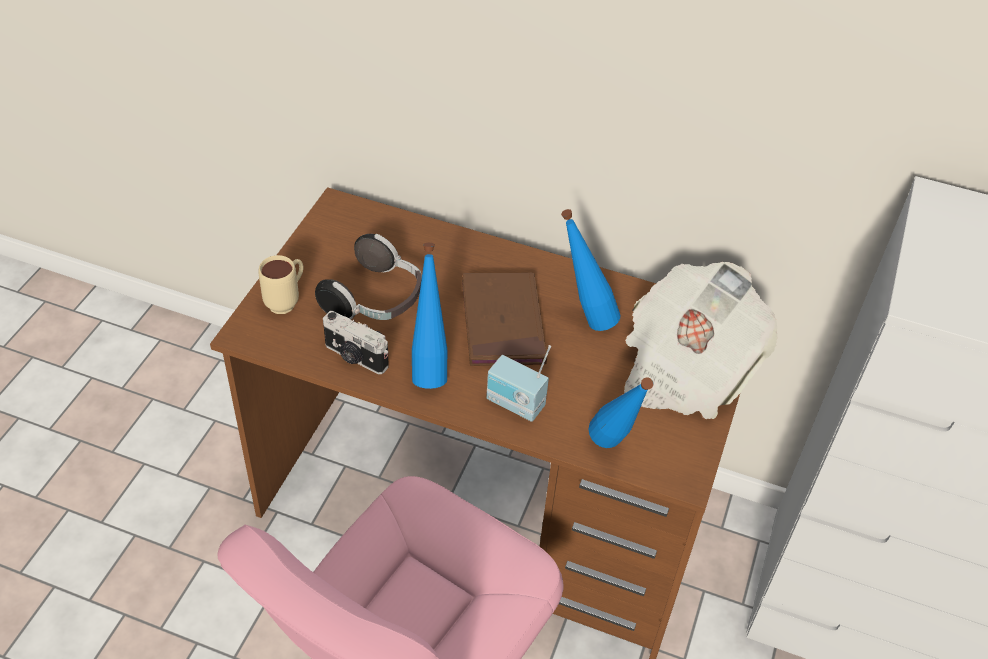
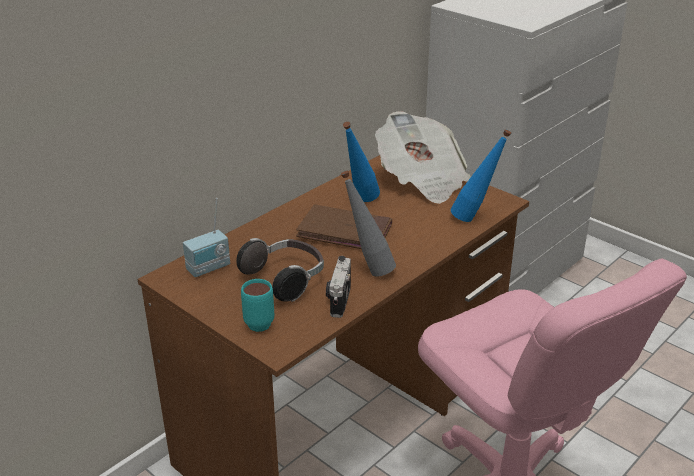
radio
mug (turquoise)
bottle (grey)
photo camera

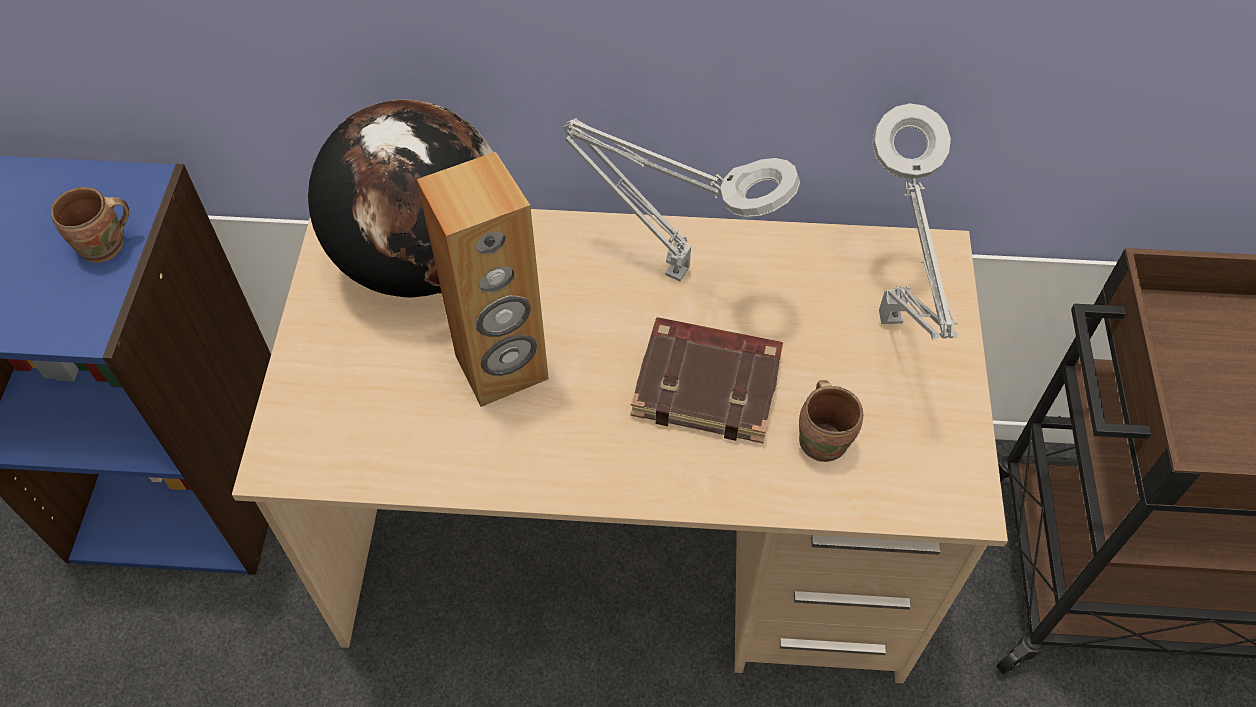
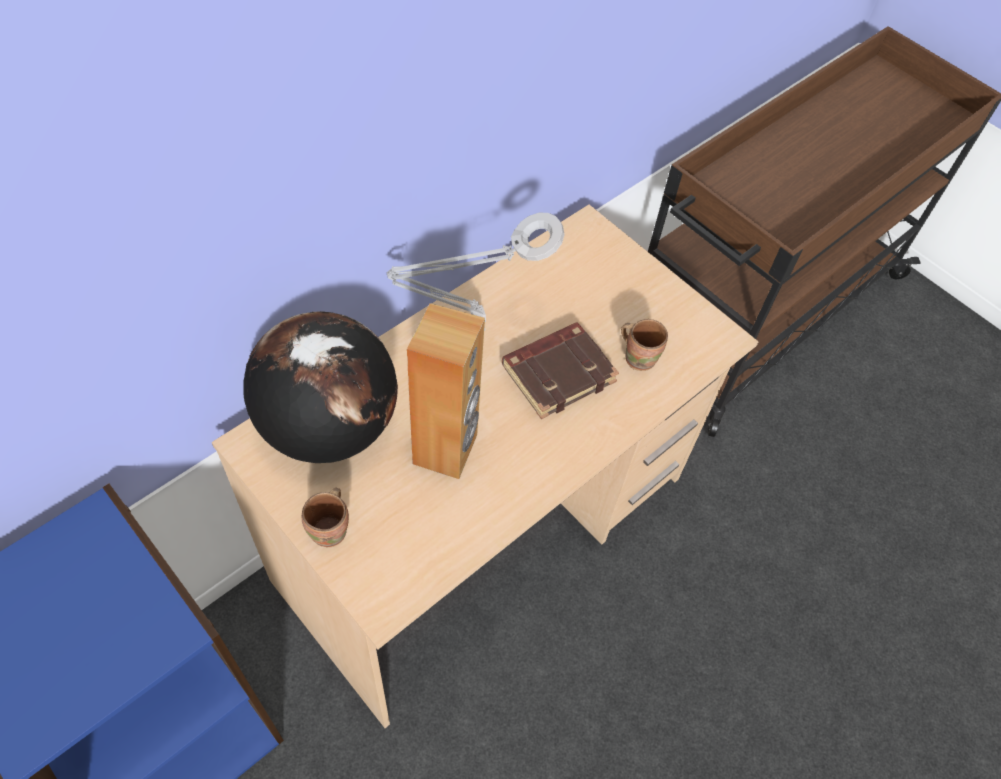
table lamp (grey) (2nd from left in the first image)
mug (brown) (1st from left)

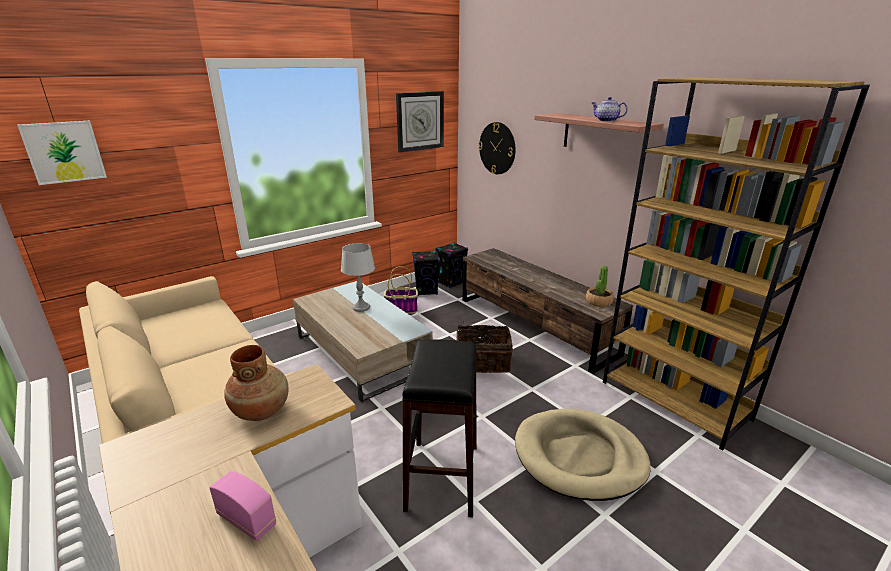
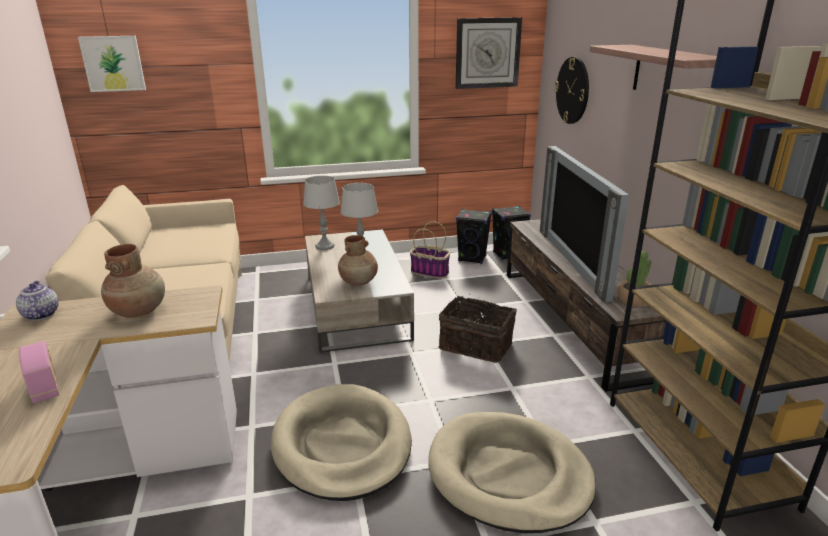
table lamp (grey) (1st from left)
vase (brown) (2nd from left)
television
teapot
dog bed (beige) (1st from left)

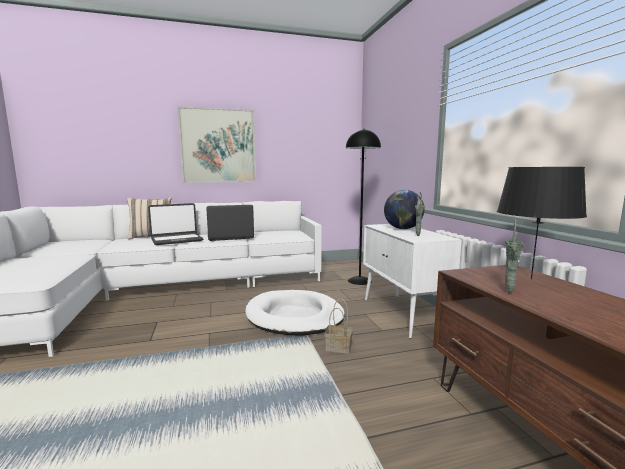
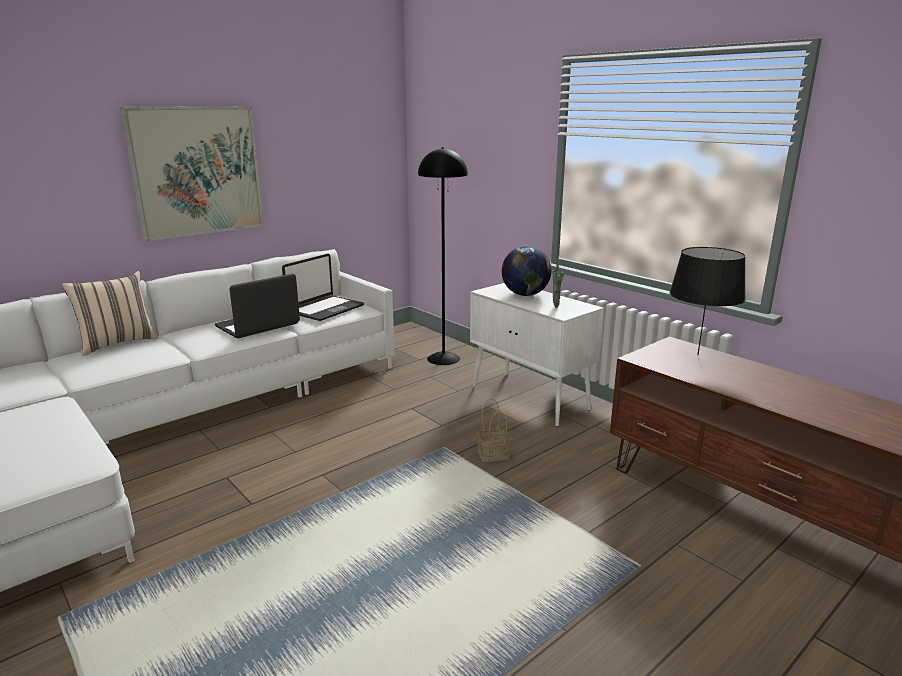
dog bed (white)
vase (green) (2nd from left in the first image)
laptop (2nd from left)

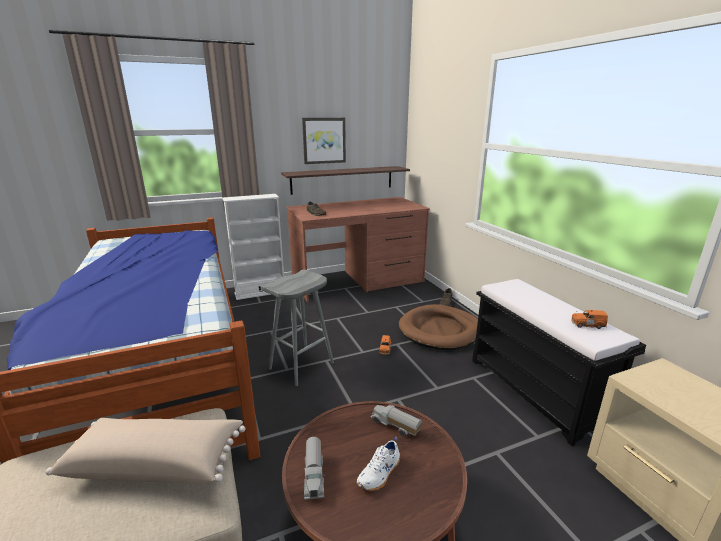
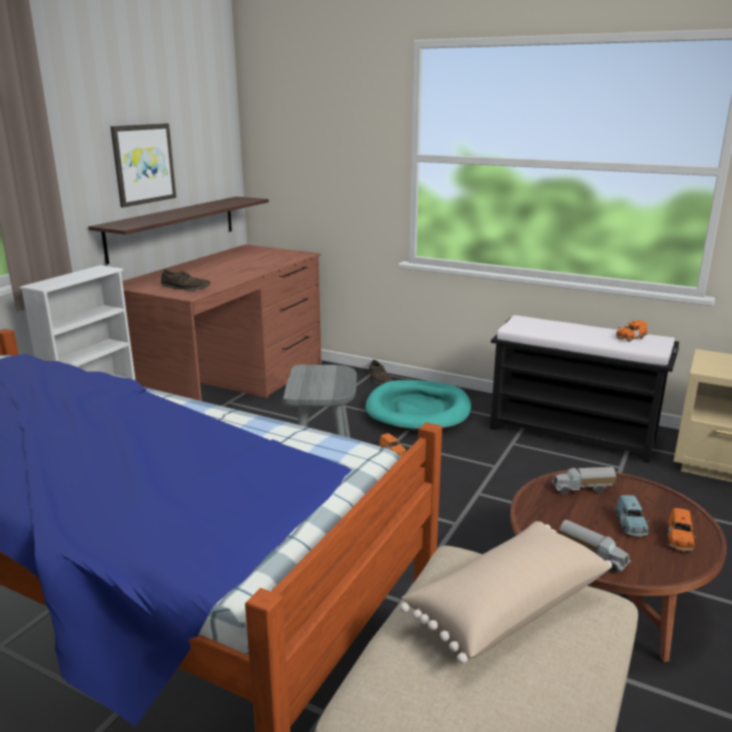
toy car (orange) (3rd from left)
toy car (blue)
dog bed (turquoise)

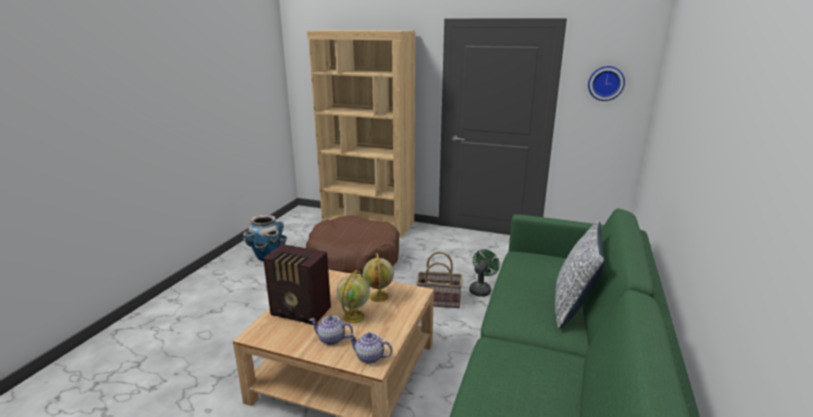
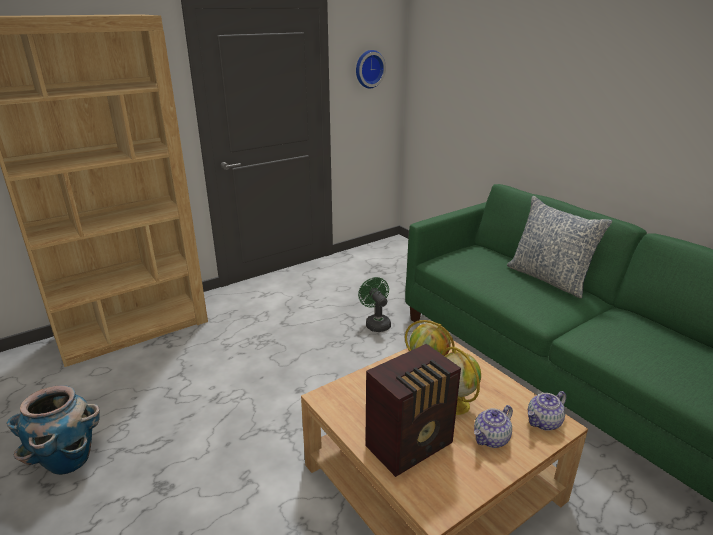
dog bed (brown)
basket

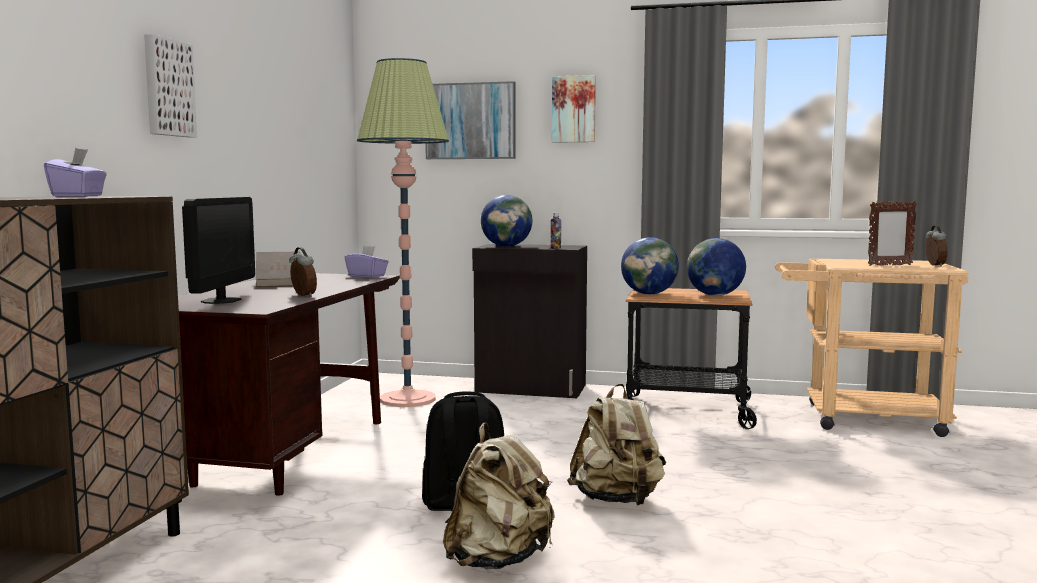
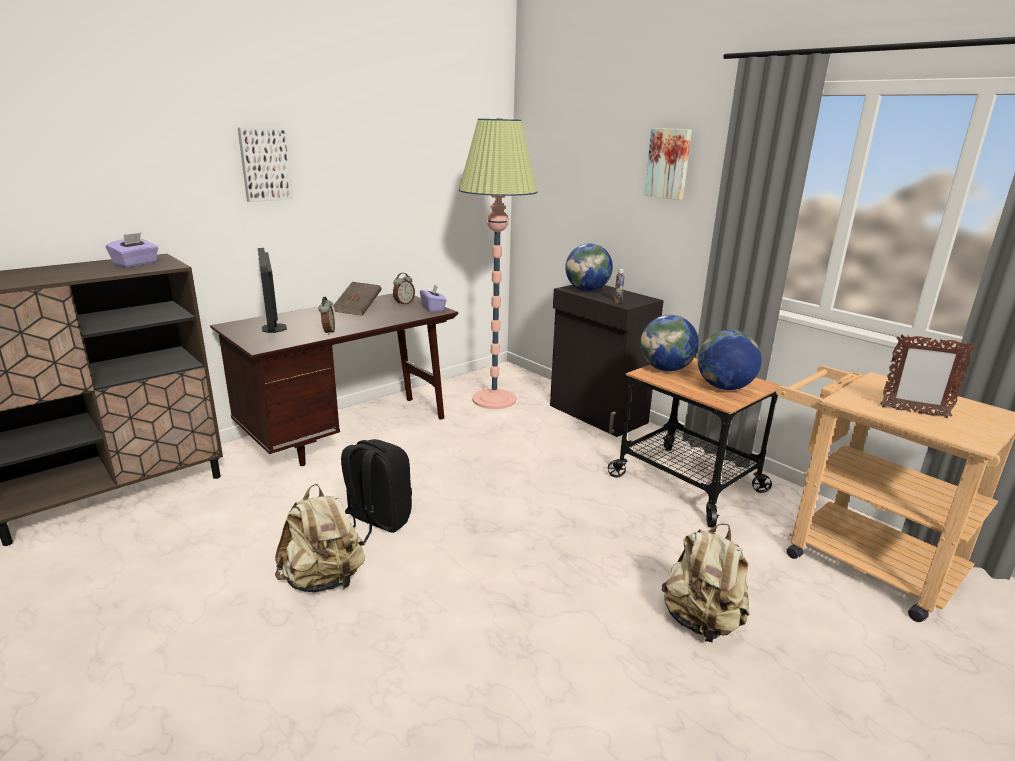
picture (2nd from left in the first image)
backpack (beige) (2nd from left)
alarm clock (2nd from left)
monitor

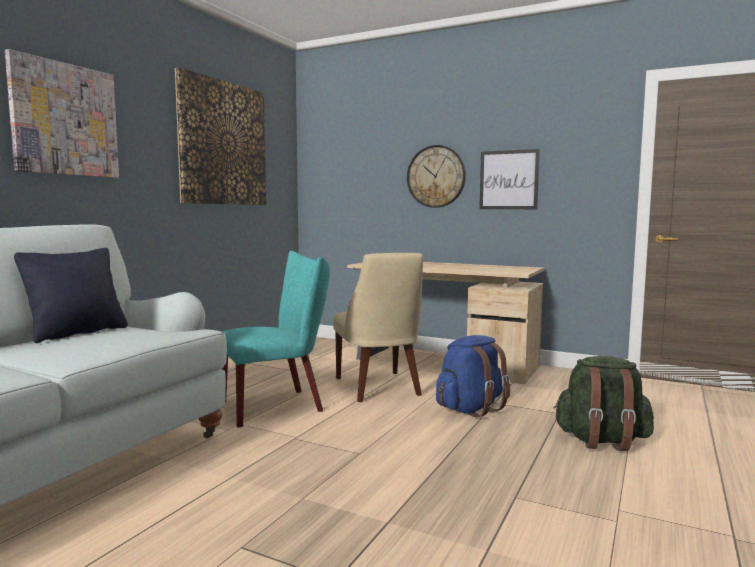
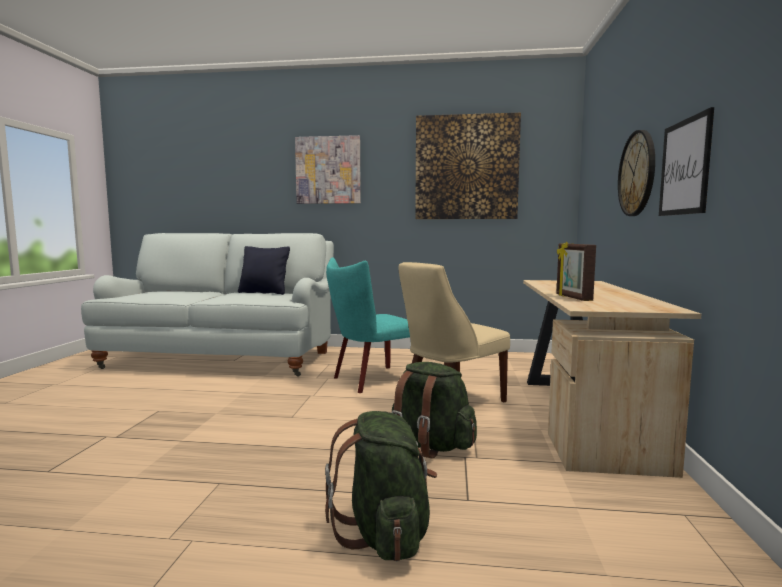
picture frame
backpack (green) (2nd from left)
chair (turquoise)

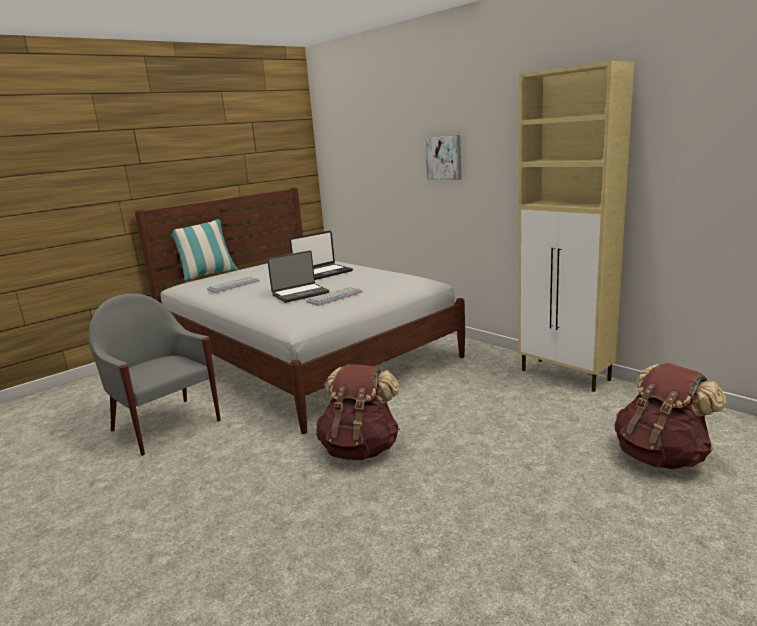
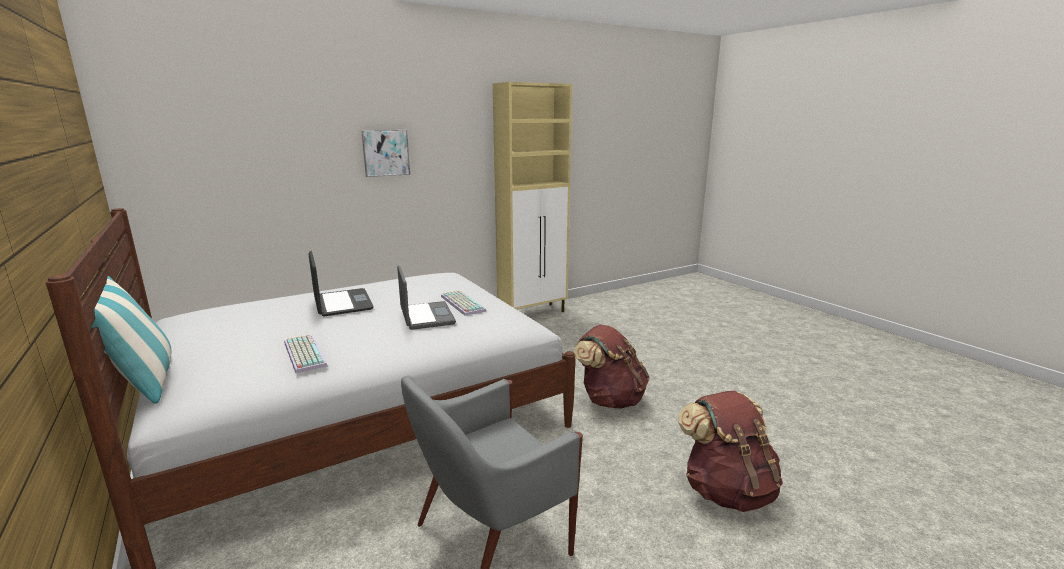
backpack (brown) (2nd from left)

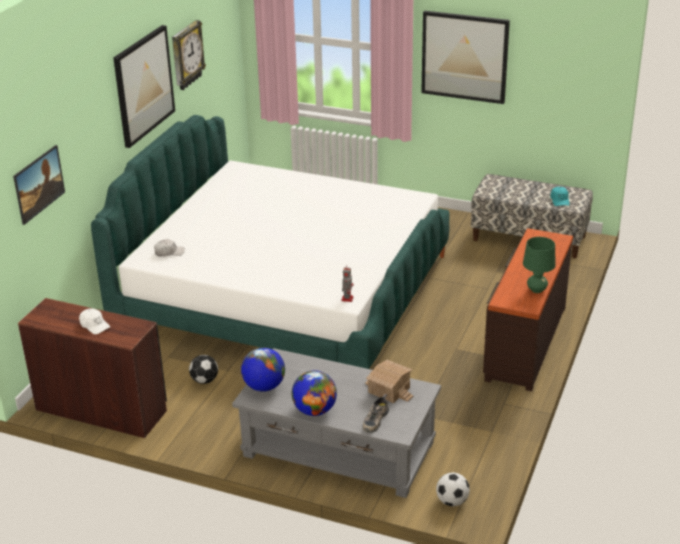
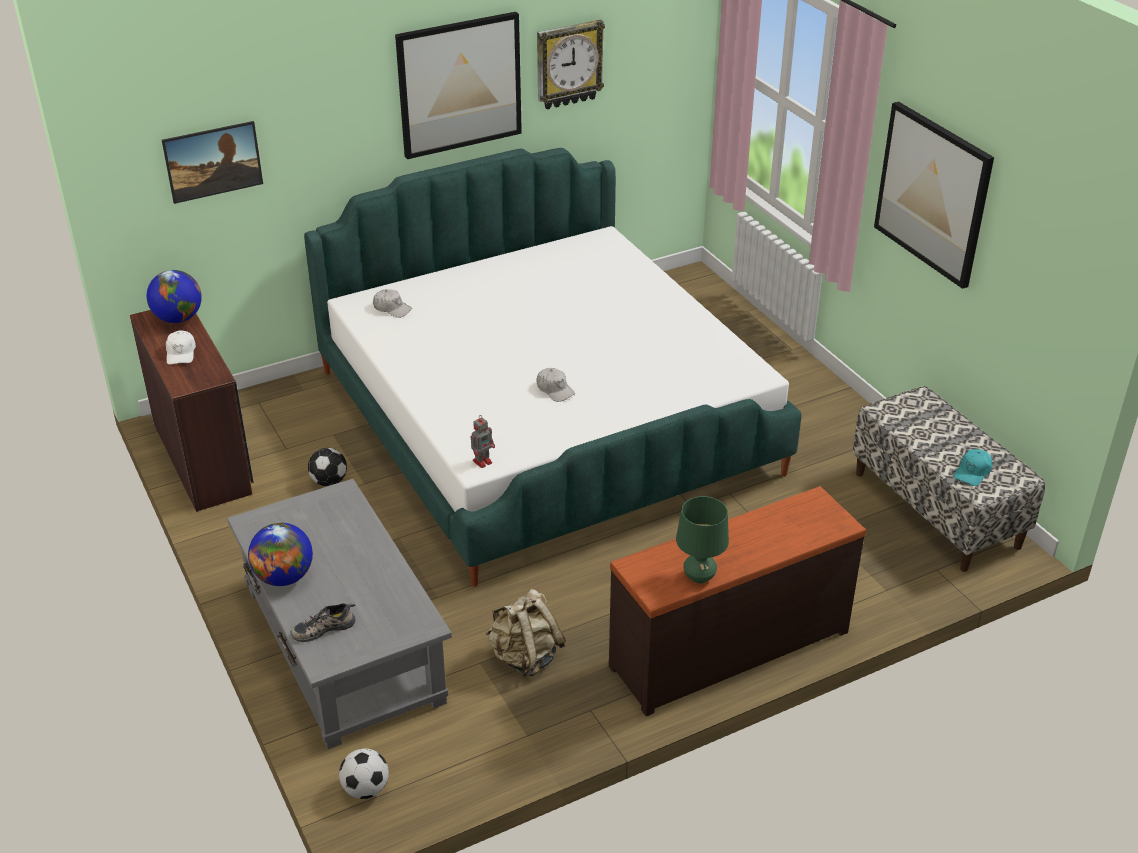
toy house
backpack (beige)
cap (white) (3rd from left)
globe (1st from left)

